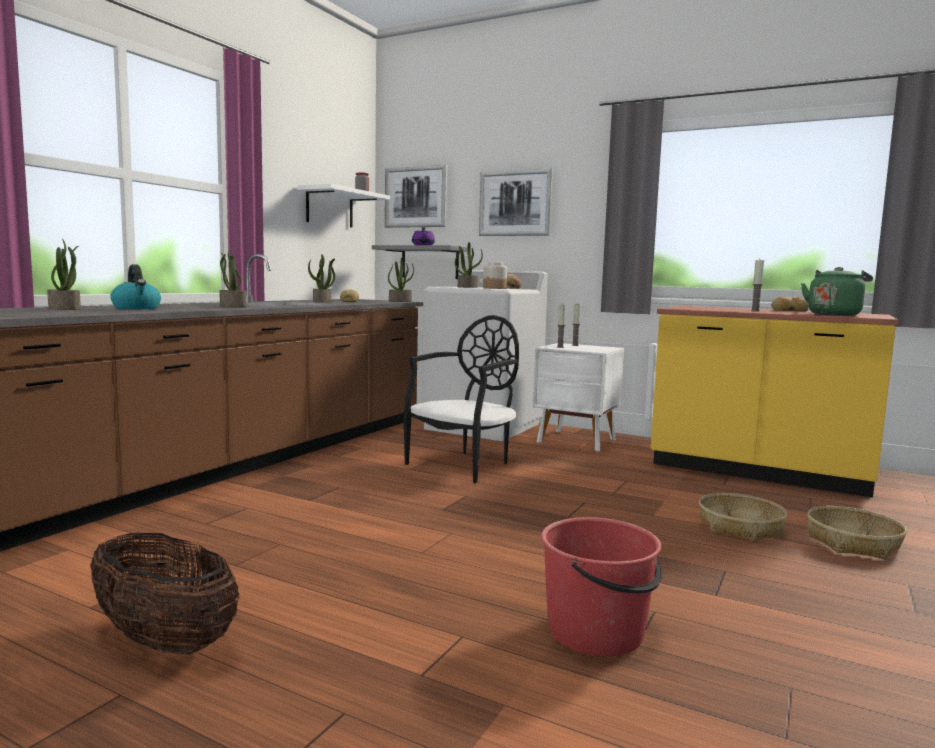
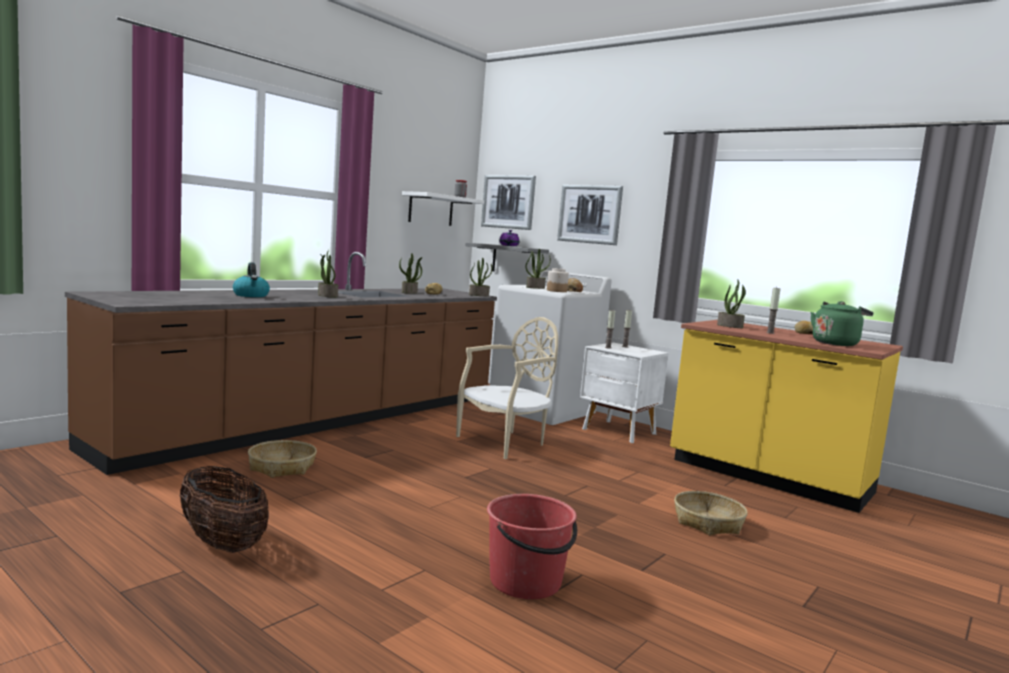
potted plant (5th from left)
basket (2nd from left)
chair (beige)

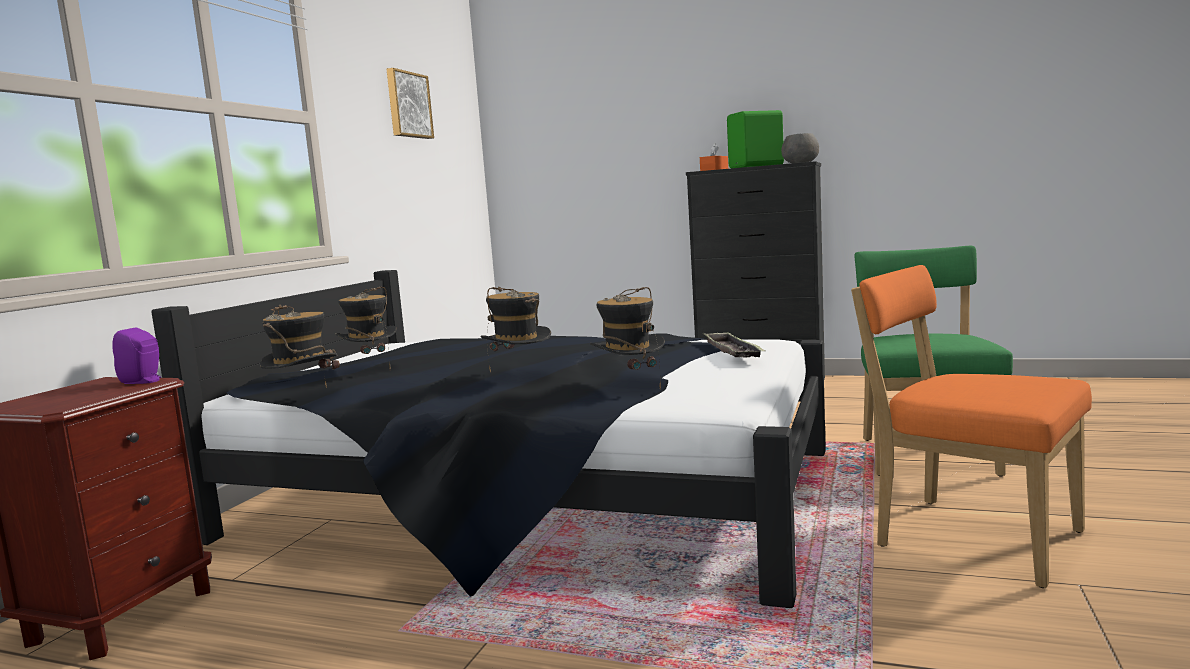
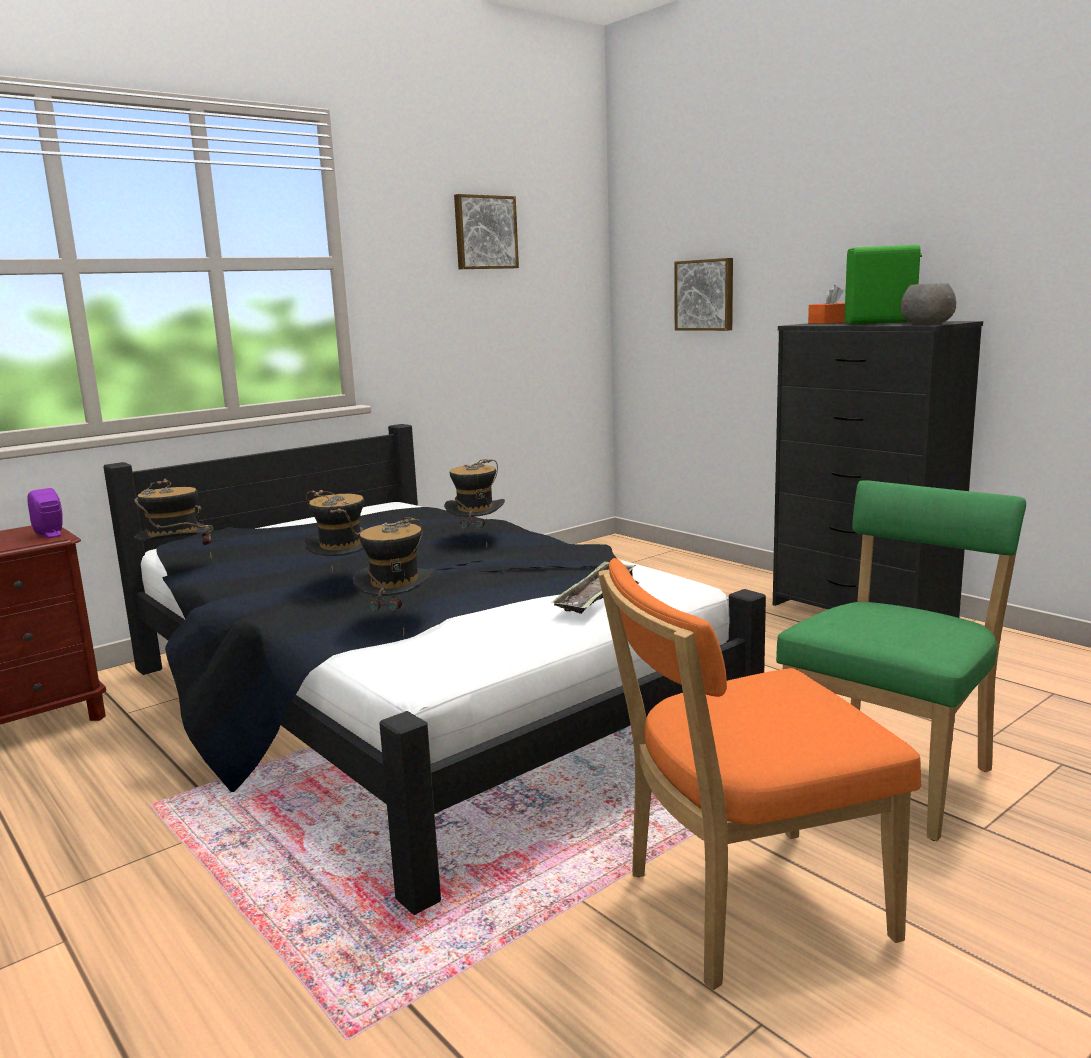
picture (2nd from left)
hat (4th from left)
chair (orange)

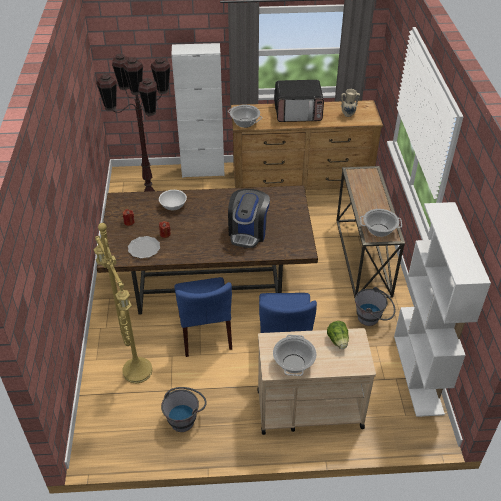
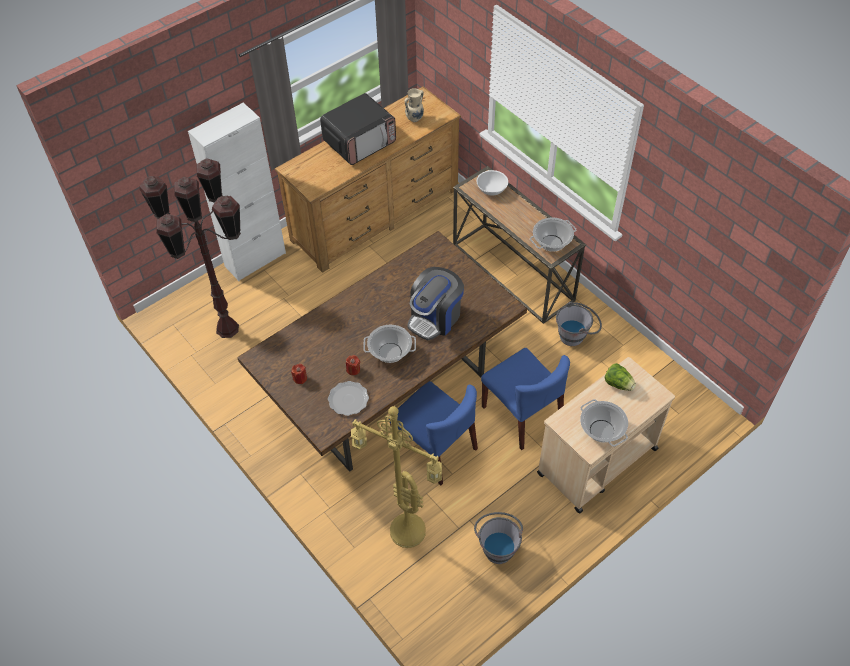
bookcase (white)
bowl (white)
cooking pot (1st from left)
coffee machine

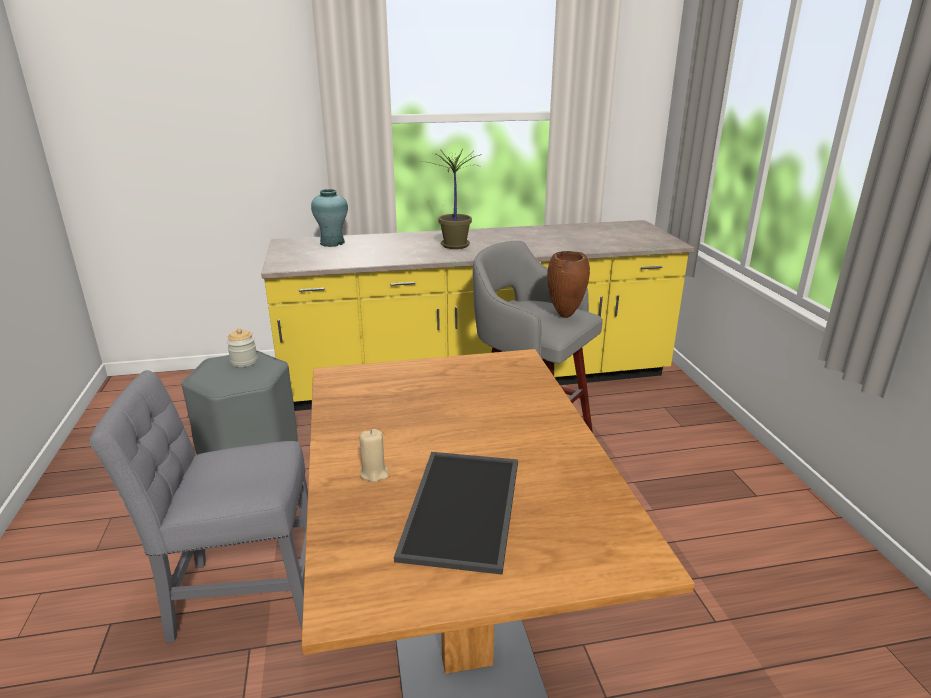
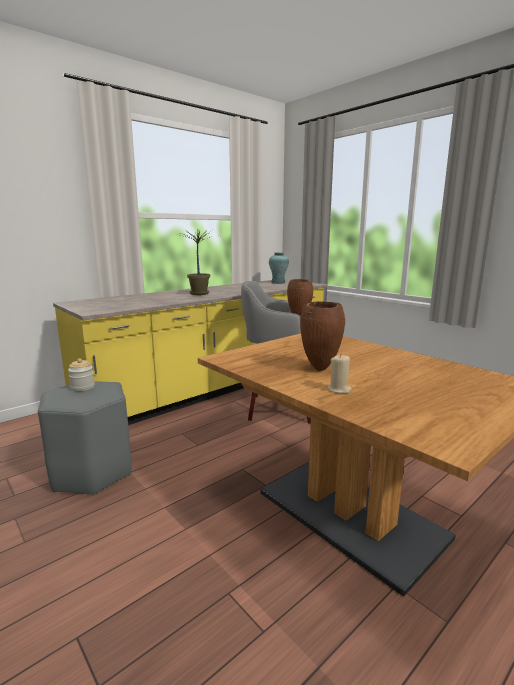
chair (grey)
tray
vase (brown) (2nd from left)
vase (turquoise)

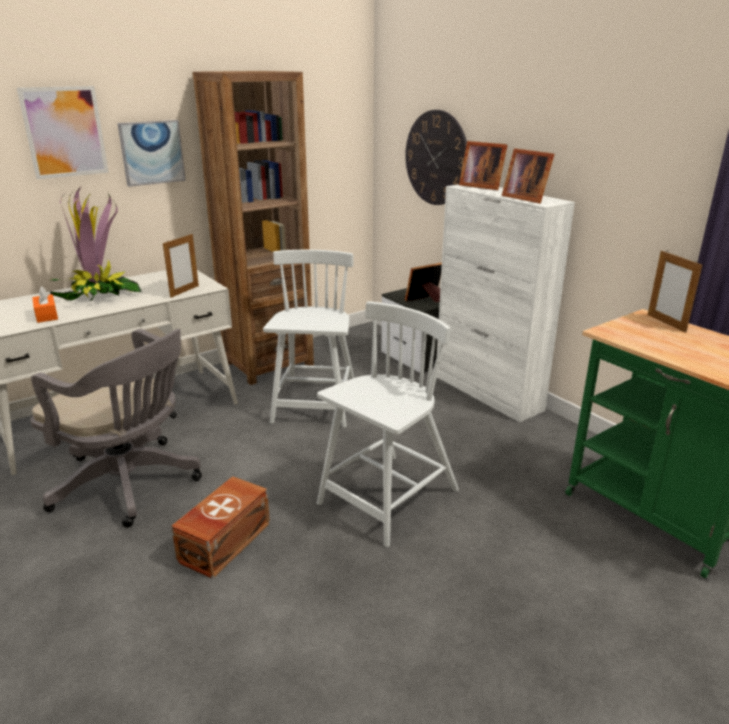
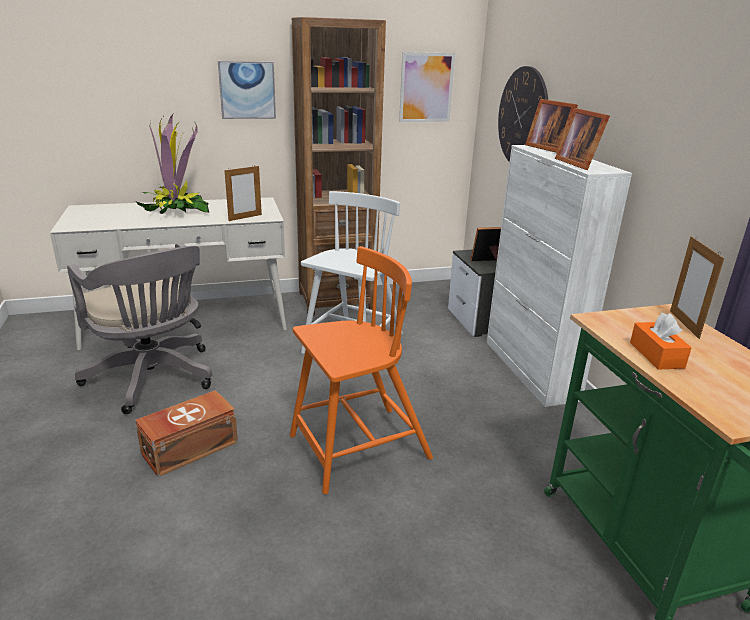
picture (2nd from left)
tissue box (orange)
chair (orange)

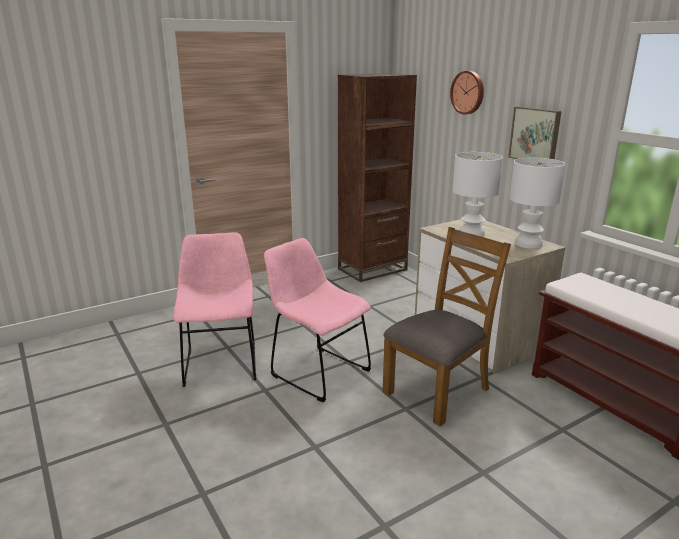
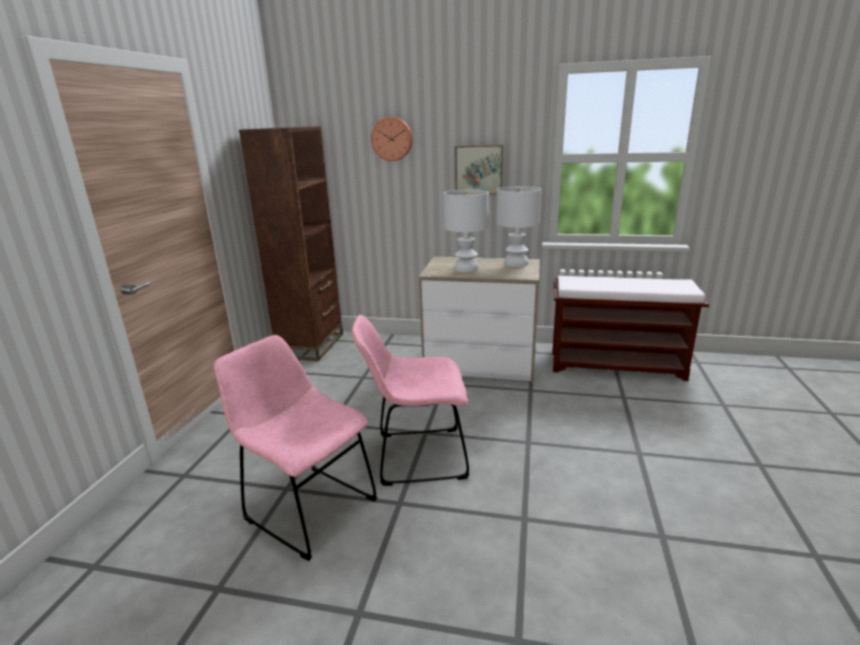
chair (brown)

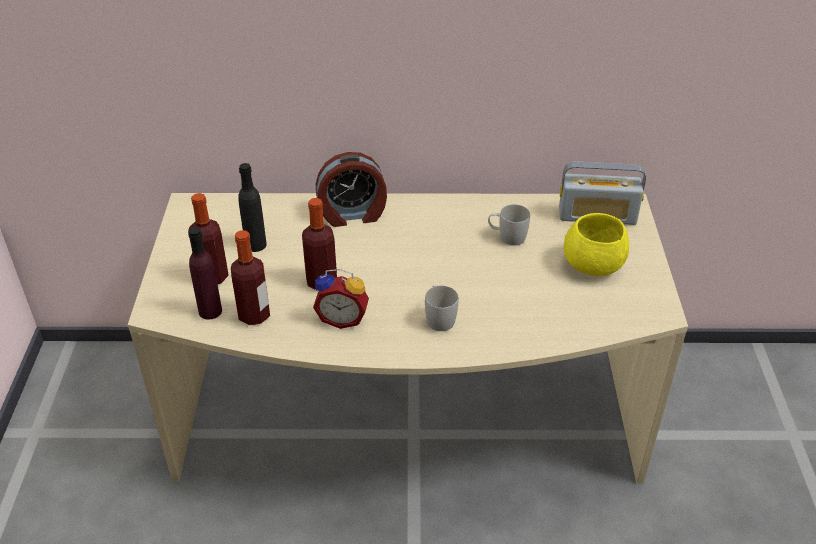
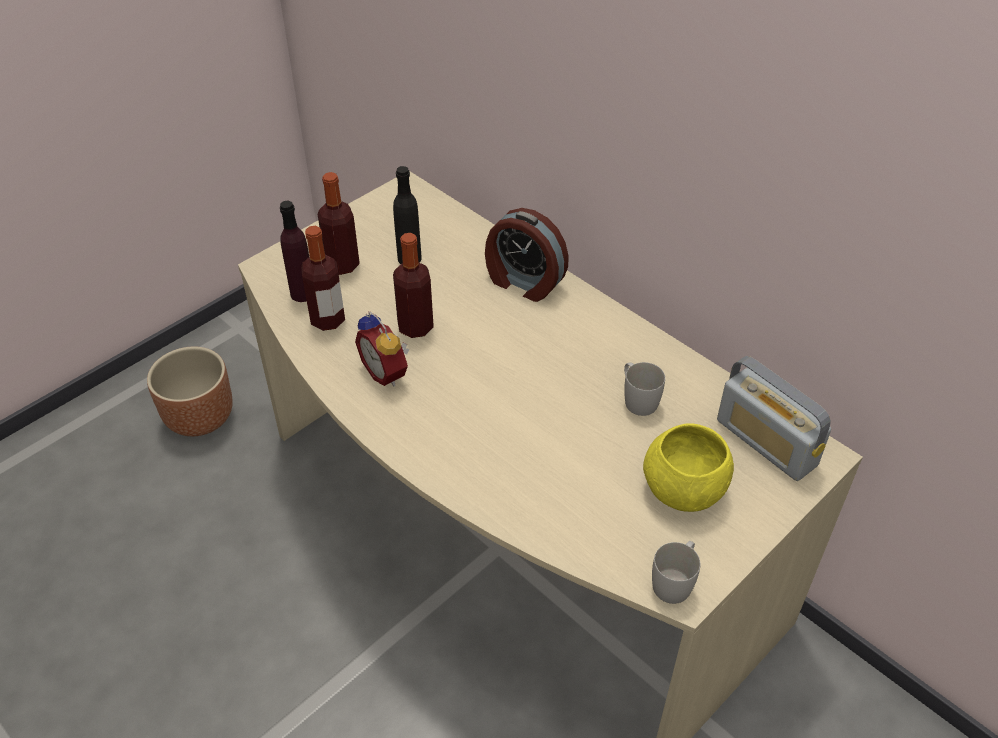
planter (brown)
mug (white) (2nd from left)

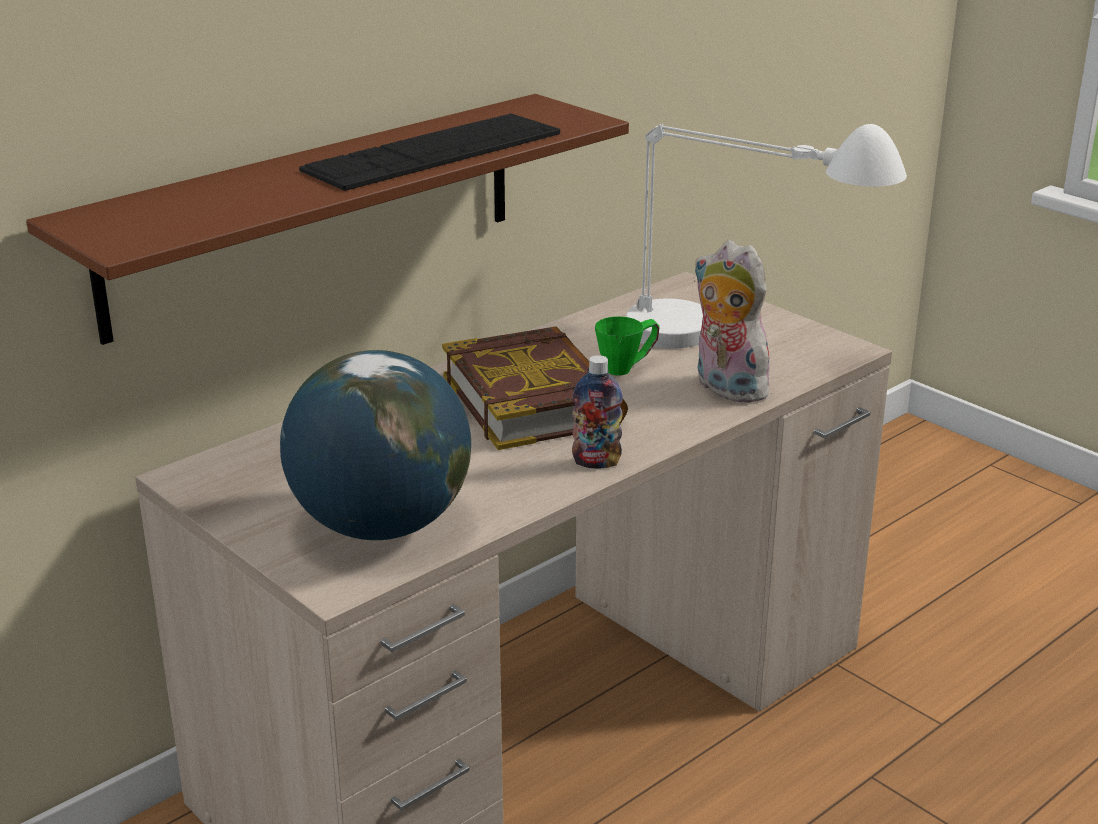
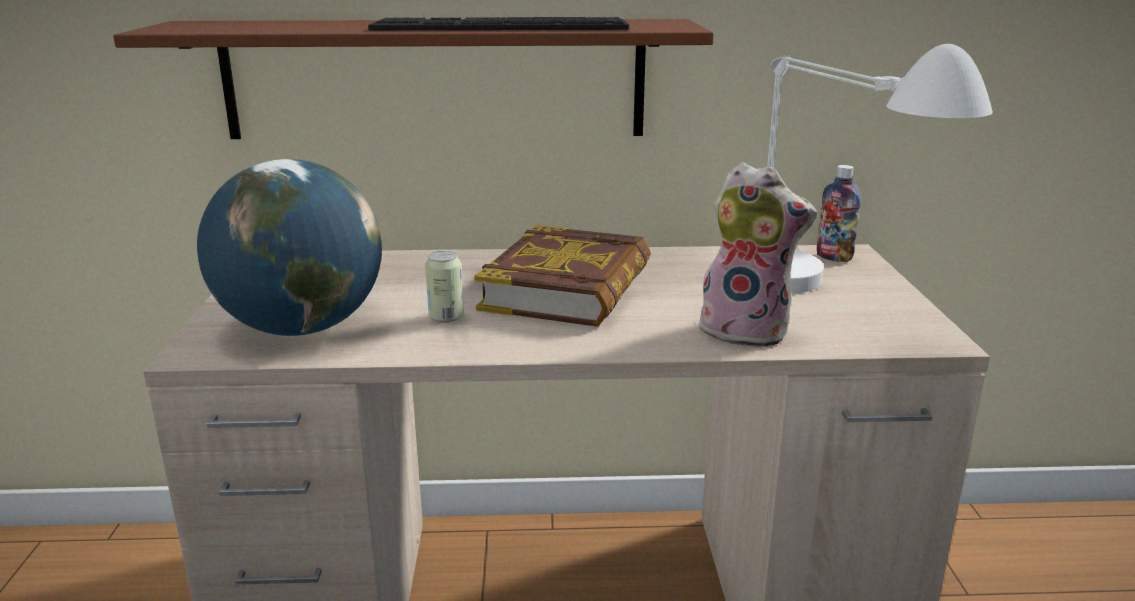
mug (green)
can
bottle
plush toy

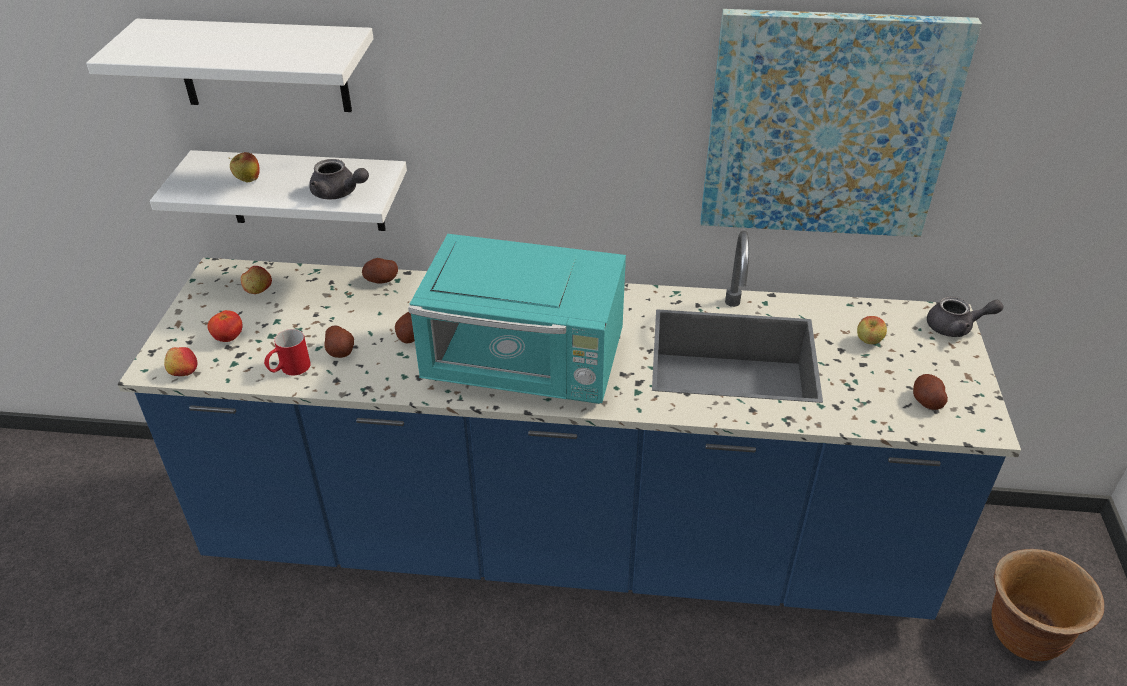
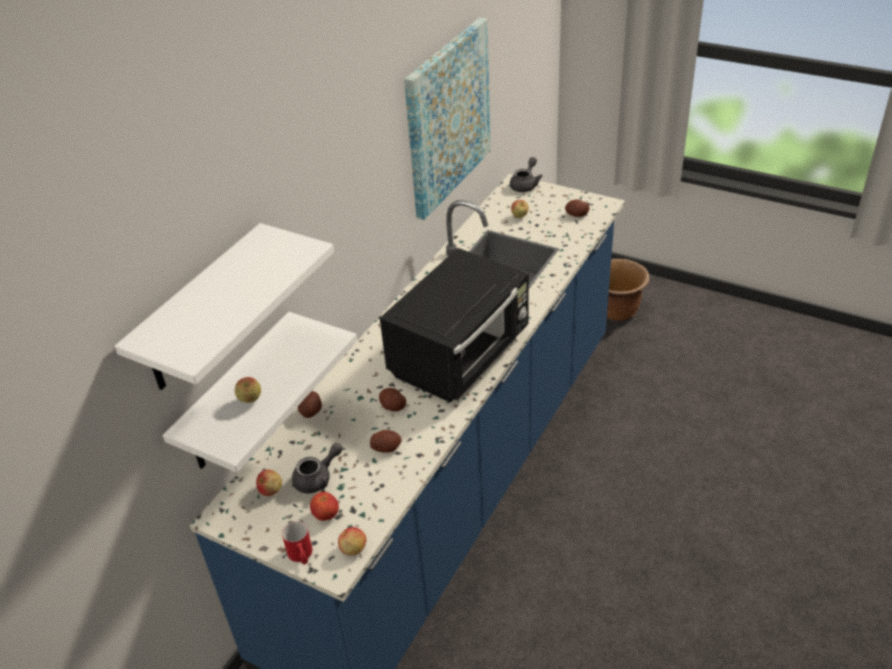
mug (red)
teapot (grey) (1st from left)
microwave (black)

